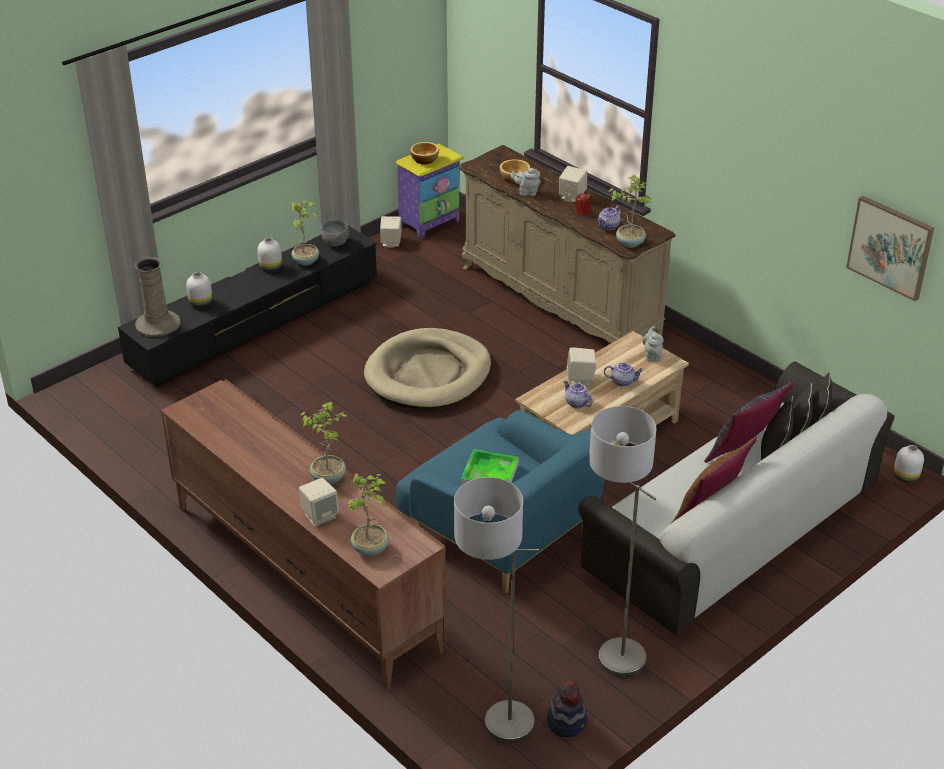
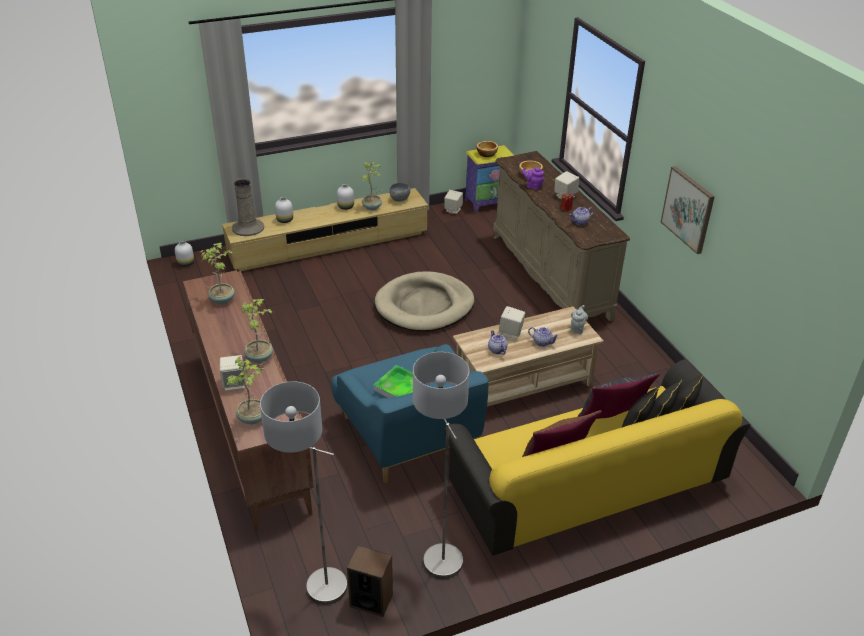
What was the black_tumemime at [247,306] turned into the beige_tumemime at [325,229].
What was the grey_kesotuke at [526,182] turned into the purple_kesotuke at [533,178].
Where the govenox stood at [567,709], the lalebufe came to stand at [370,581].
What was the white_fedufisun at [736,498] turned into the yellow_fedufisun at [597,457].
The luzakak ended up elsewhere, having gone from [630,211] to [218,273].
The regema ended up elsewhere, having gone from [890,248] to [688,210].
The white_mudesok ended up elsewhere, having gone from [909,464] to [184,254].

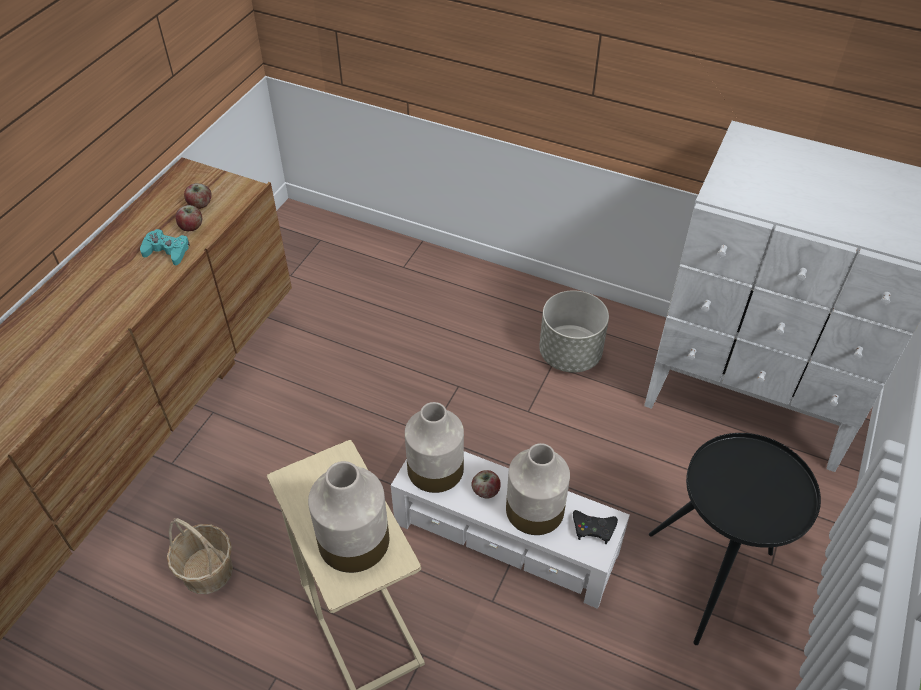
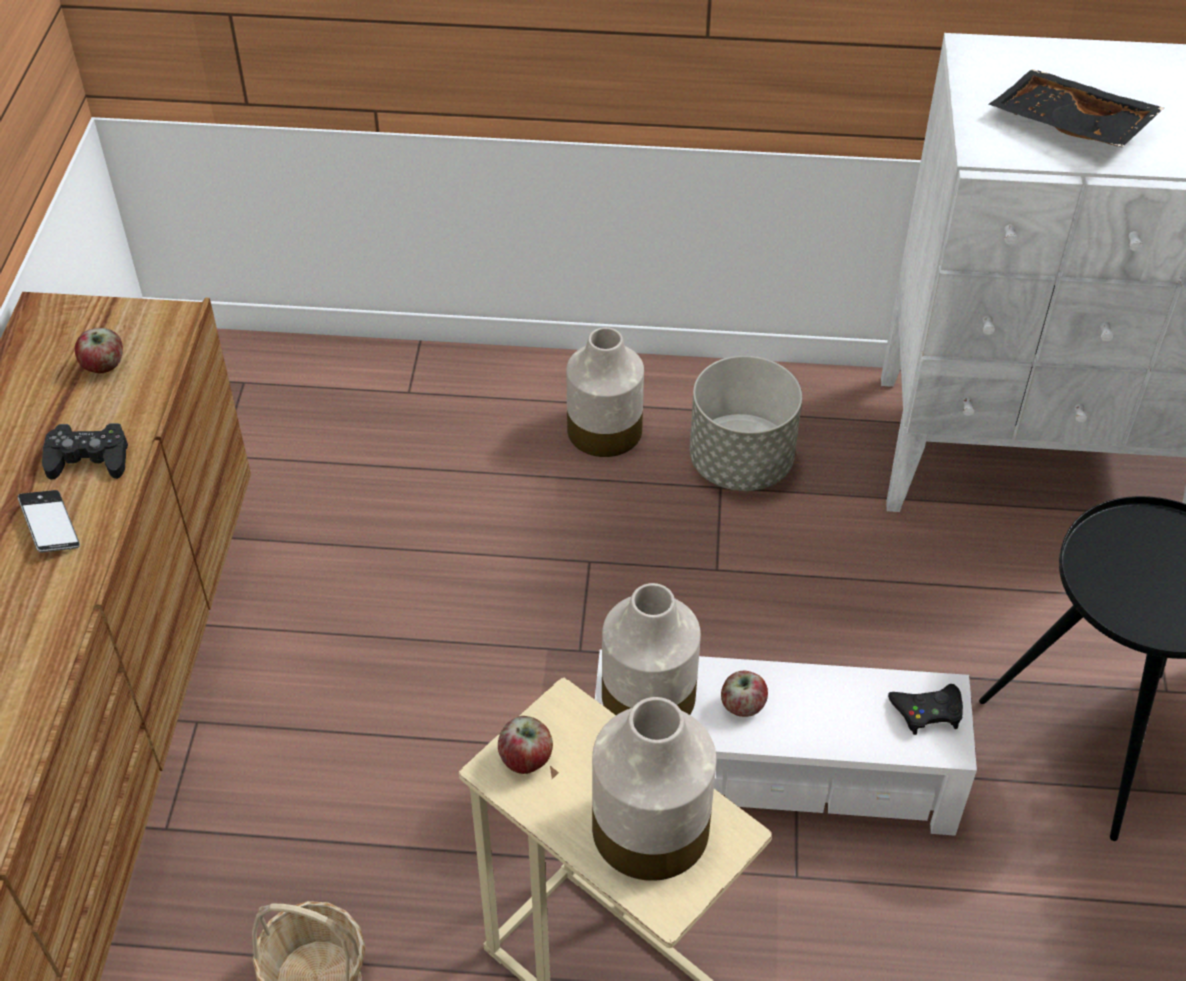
What was the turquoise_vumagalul at [165,247] turned into the black_vumagalul at [85,451].
The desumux ended up elsewhere, having gone from [188,218] to [525,745].
The beige_mudesok ended up elsewhere, having gone from [538,489] to [605,392].
The second view gained the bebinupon at [49,521].
The second view gained the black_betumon at [1076,108].

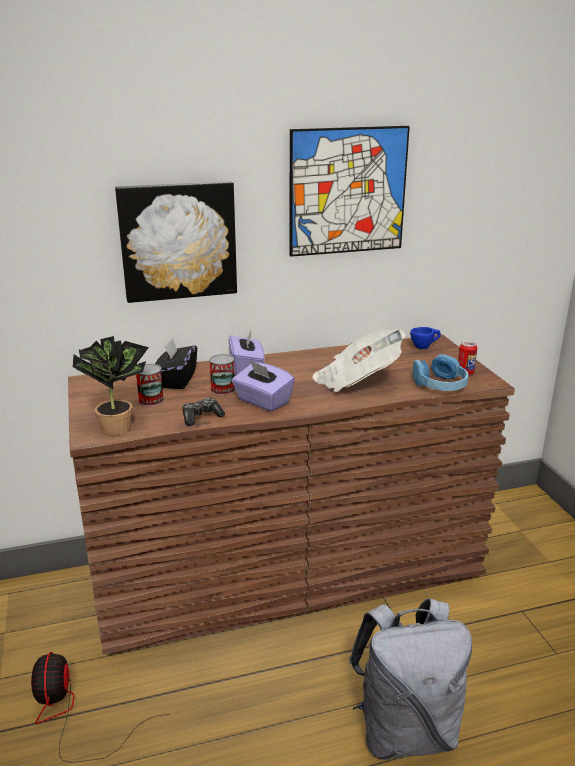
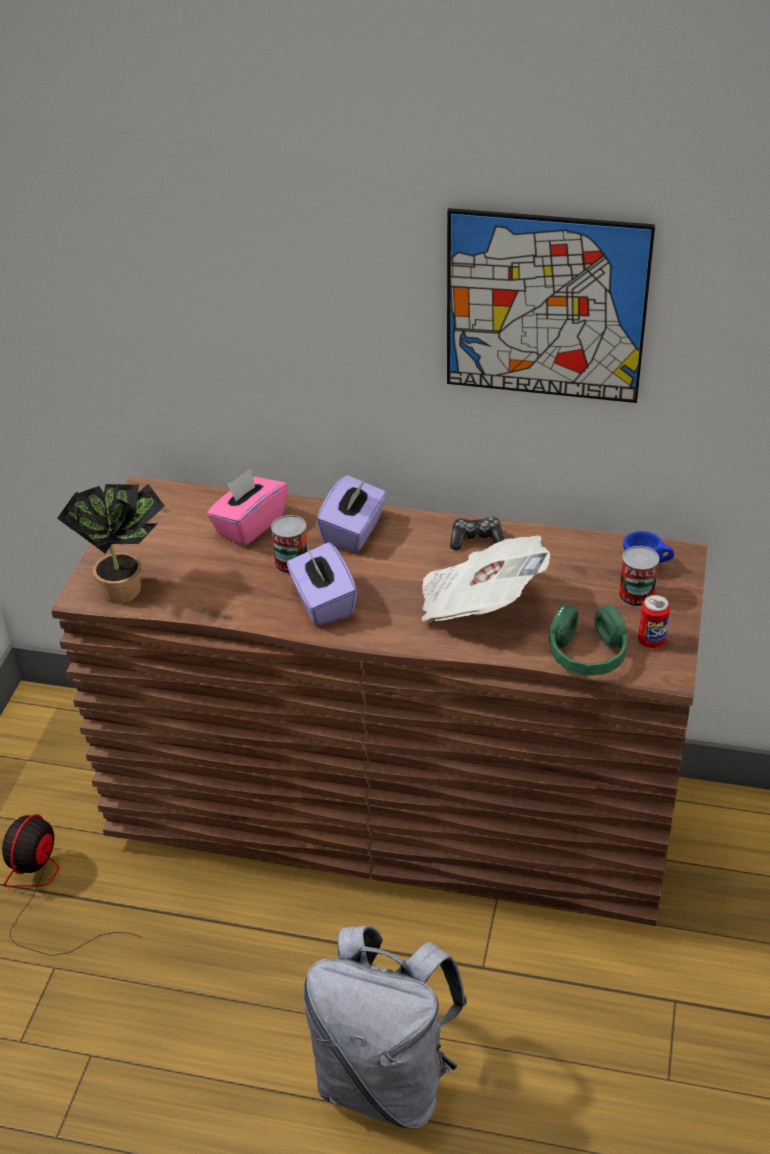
The second view lost the regema at [176,242].
The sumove ended up elsewhere, having gone from [150,385] to [639,576].
What was the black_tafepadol at [176,363] turned into the pink_tafepadol at [247,507].
The vumagalul ended up elsewhere, having gone from [203,412] to [477,533].
What was the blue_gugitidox at [440,372] turned into the green_gugitidox at [588,640].

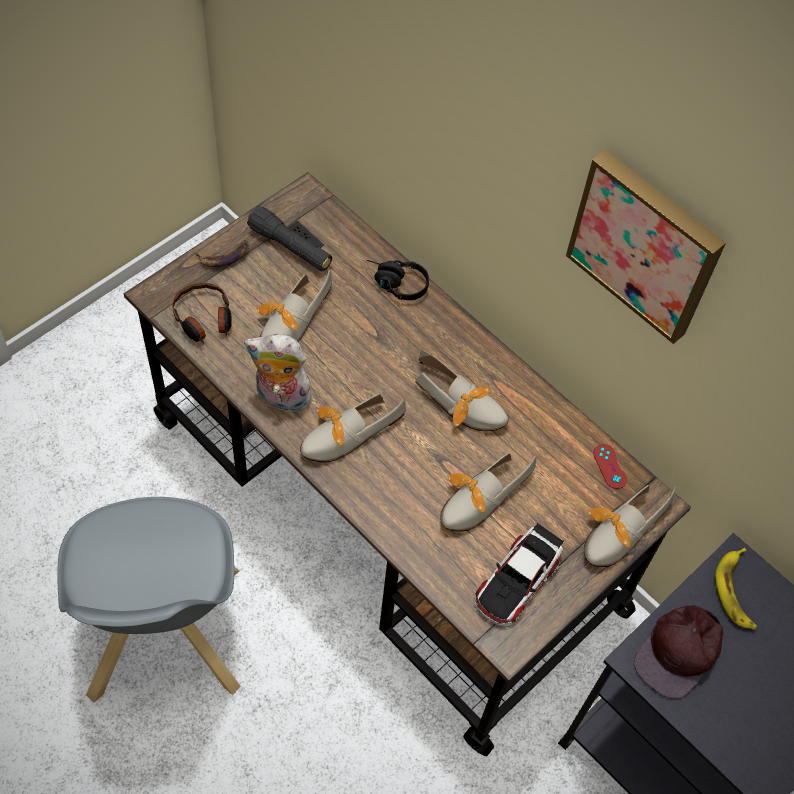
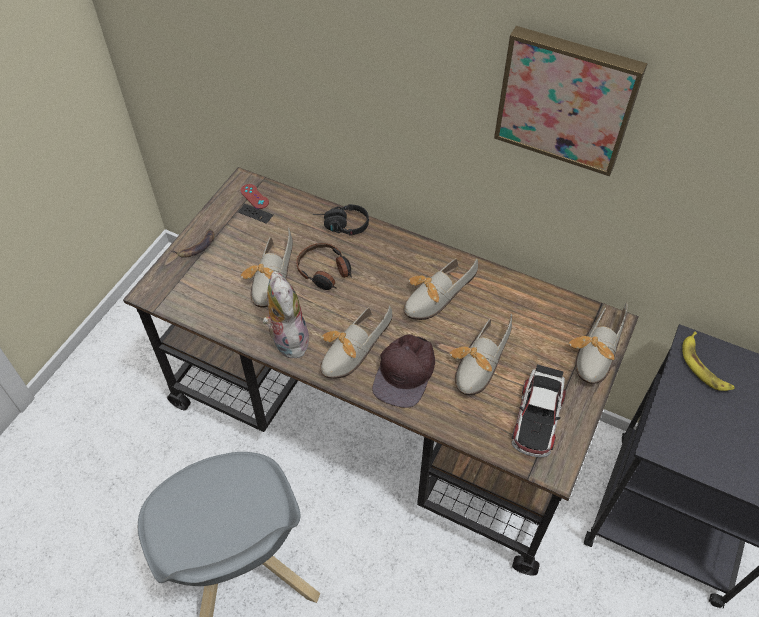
The gugitidox ended up elsewhere, having gone from [202,313] to [324,266].
The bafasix at [278,375] ended up facing another way, 75 degrees clockwise from before.
The second view lost the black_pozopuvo at [289,238].
The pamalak at [462,390] ended up facing another way, 120 degrees clockwise from before.
The red_vumagalul ended up elsewhere, having gone from [610,466] to [255,196].
The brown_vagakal ended up elsewhere, having gone from [678,652] to [403,371].

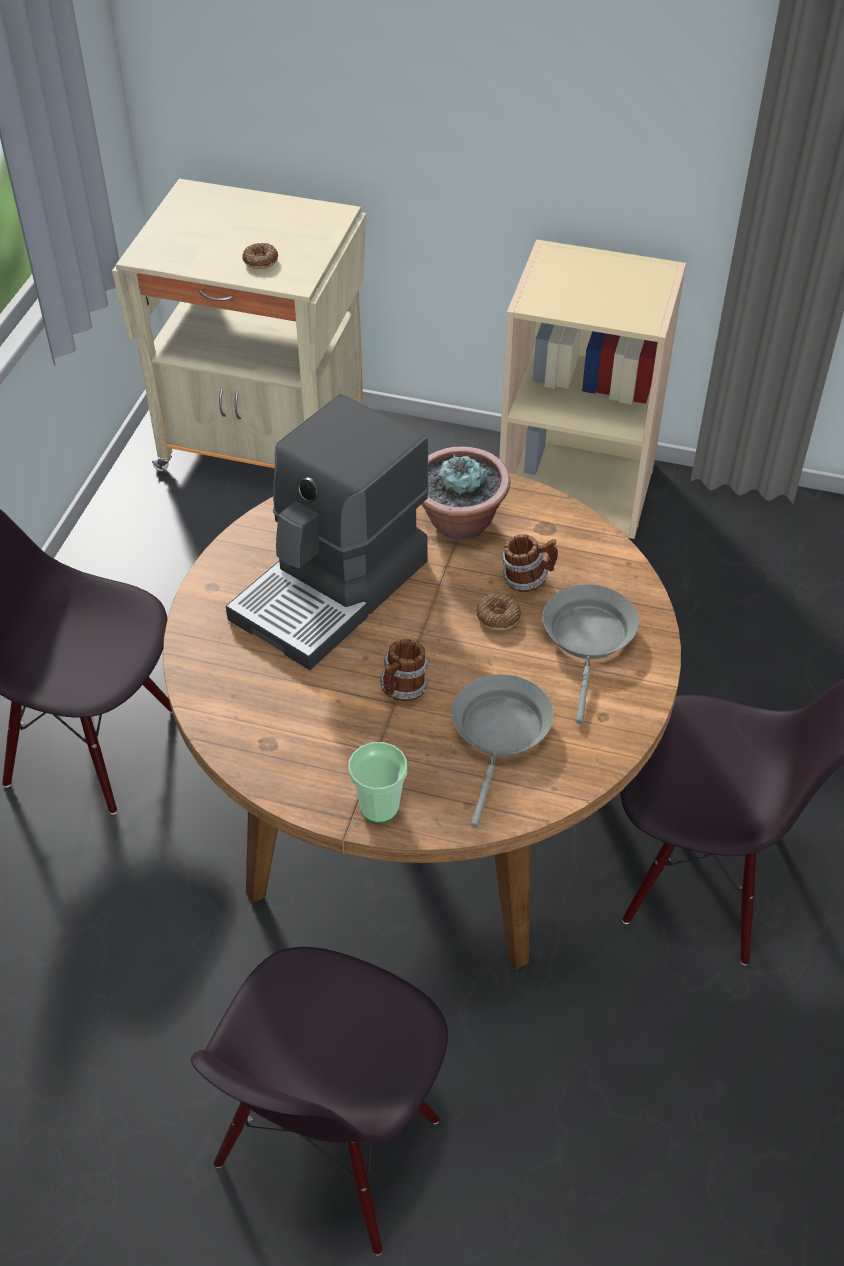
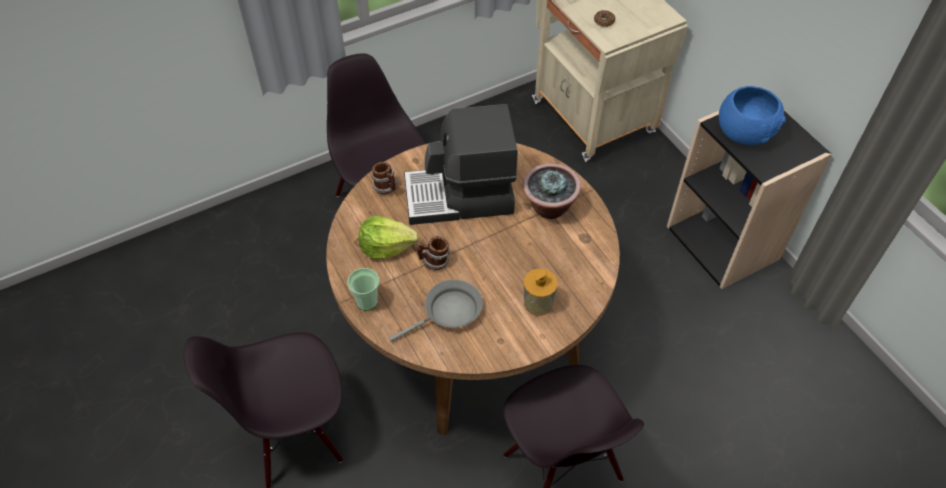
The second view lost the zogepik at [498,612].
What was the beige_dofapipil at [592,389] turned into the black_dofapipil at [749,200].
The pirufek ended up elsewhere, having gone from [530,563] to [384,178].
Where the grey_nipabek stood at [591,654], the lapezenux came to stand at [541,292].
The second view gained the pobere at [389,237].
The second view gained the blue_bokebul at [752,115].

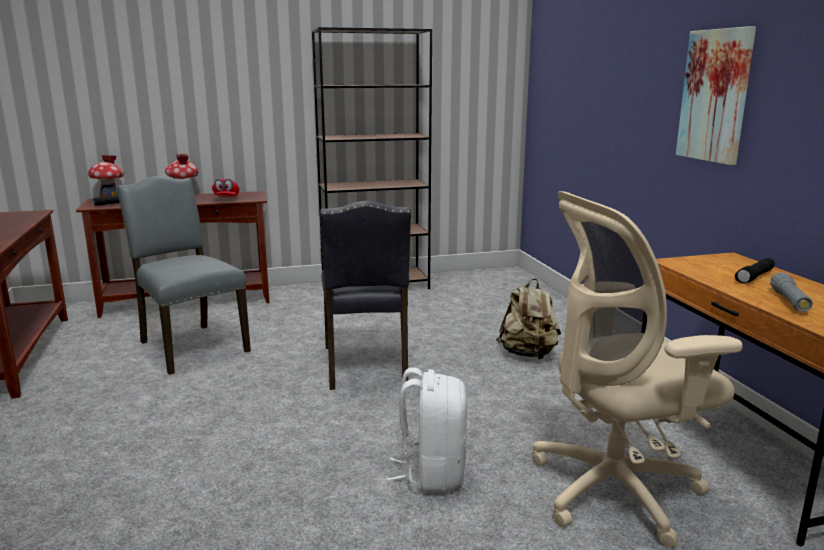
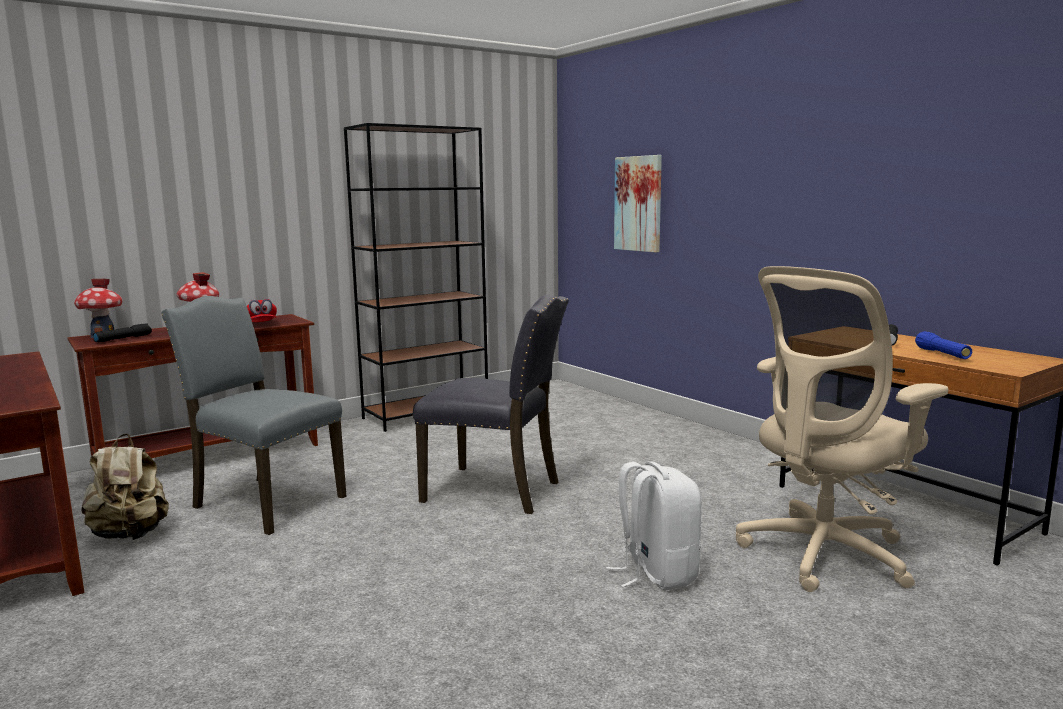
The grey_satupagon at [365,295] ended up facing another way, 45 degrees counterclockwise from before.
The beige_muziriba ended up elsewhere, having gone from [528,319] to [125,487].
The regema ended up elsewhere, having gone from [716,95] to [638,204].
What was the grey_pozopuvo at [791,292] turned into the blue_pozopuvo at [943,345].

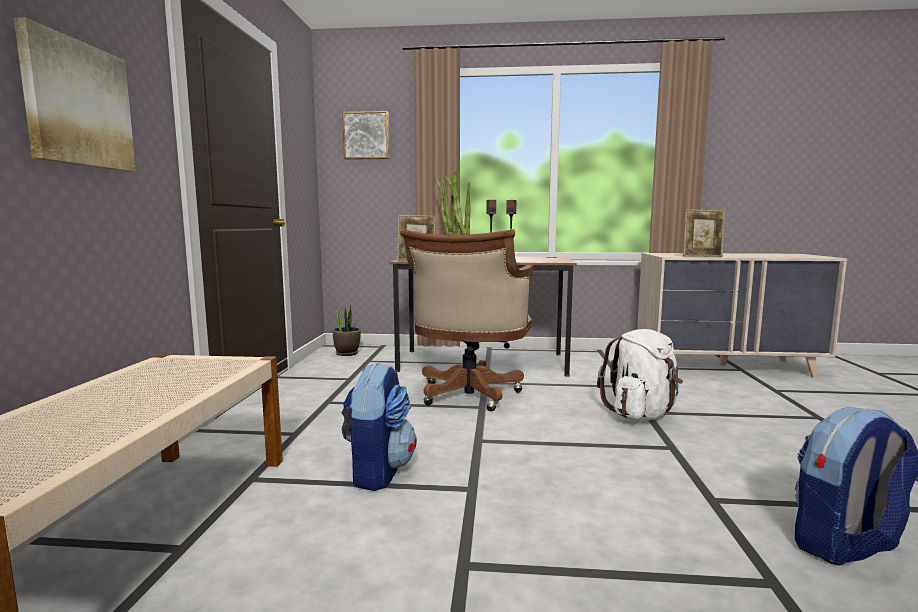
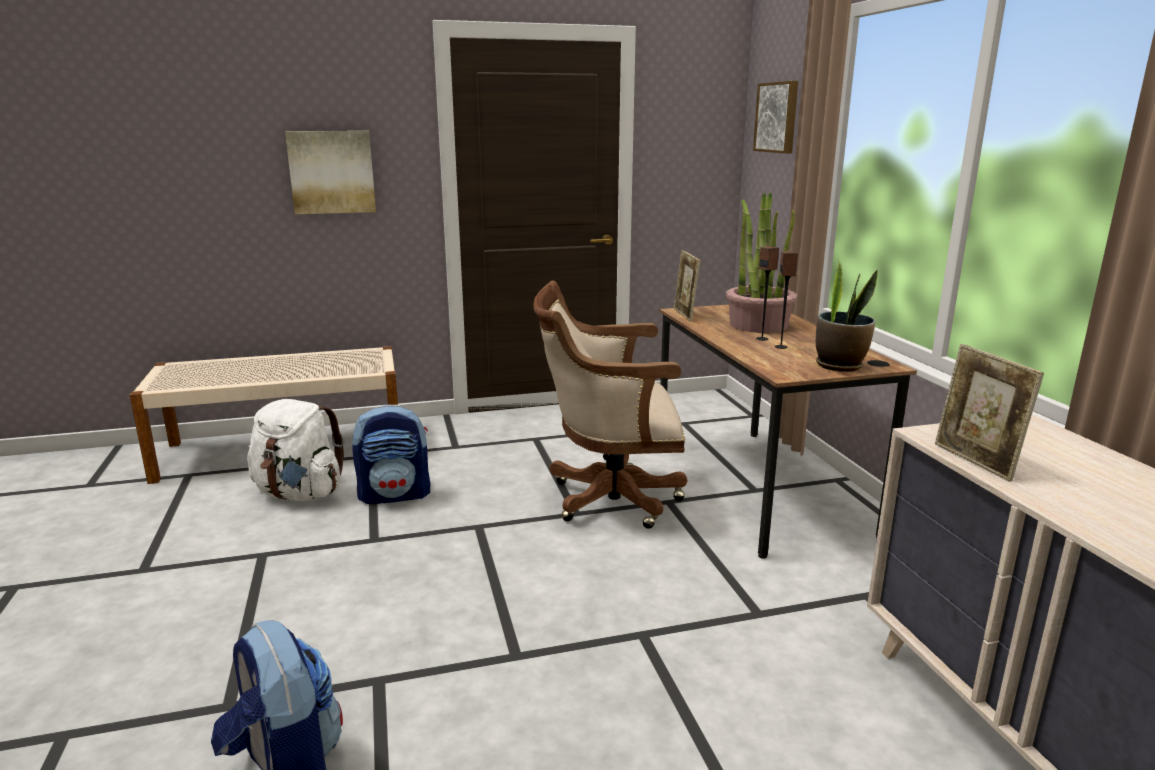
The luzakak ended up elsewhere, having gone from [347,329] to [847,316].
The white_muziriba ended up elsewhere, having gone from [640,374] to [295,450].

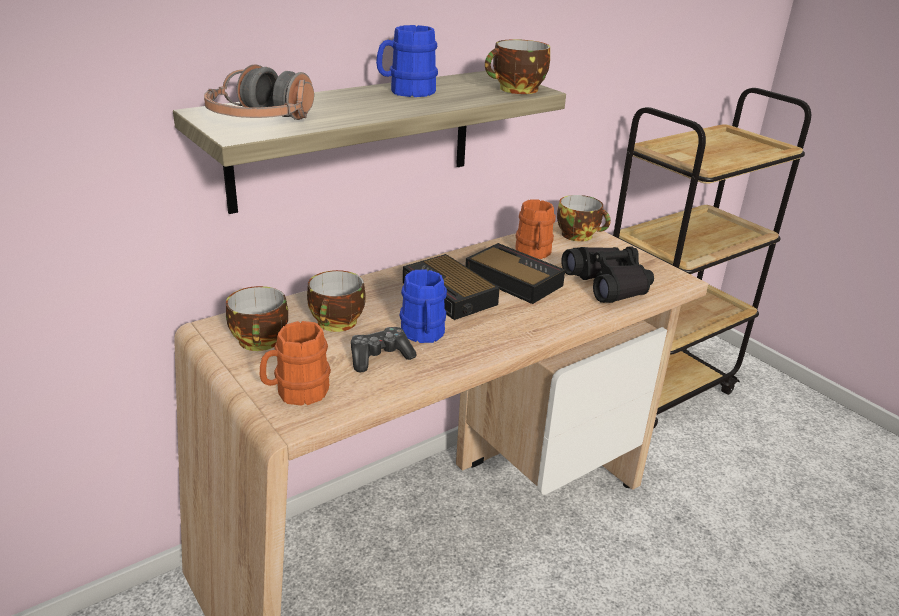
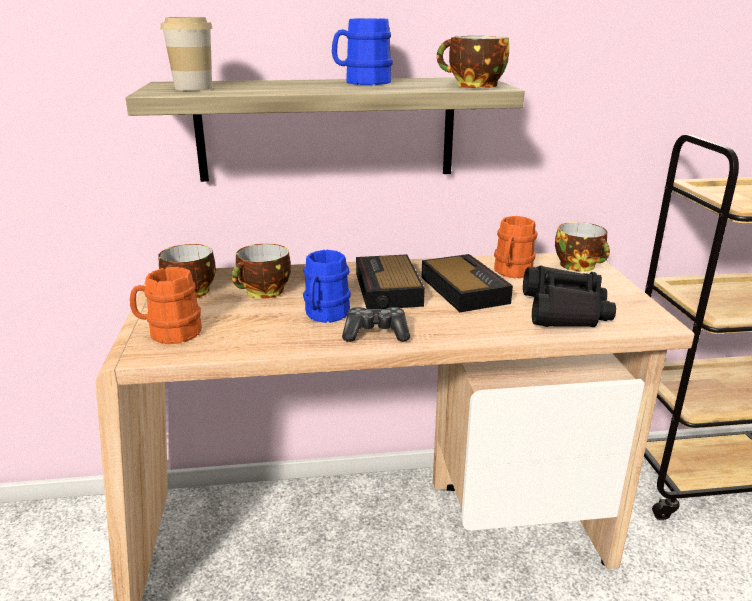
Where the gugitidox stood at [259,92], the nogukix came to stand at [187,54].
The vumagalul ended up elsewhere, having gone from [383,350] to [376,324].

